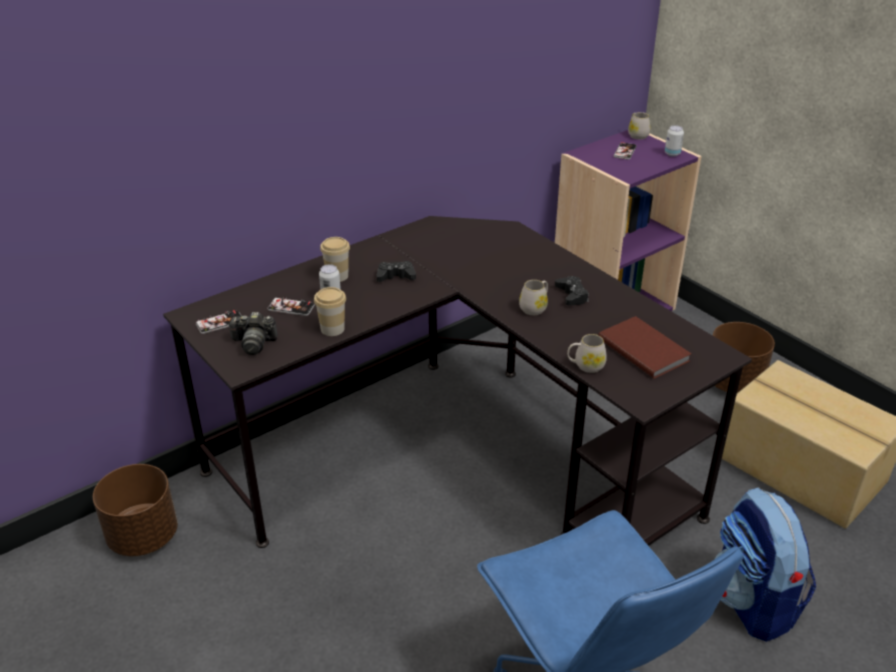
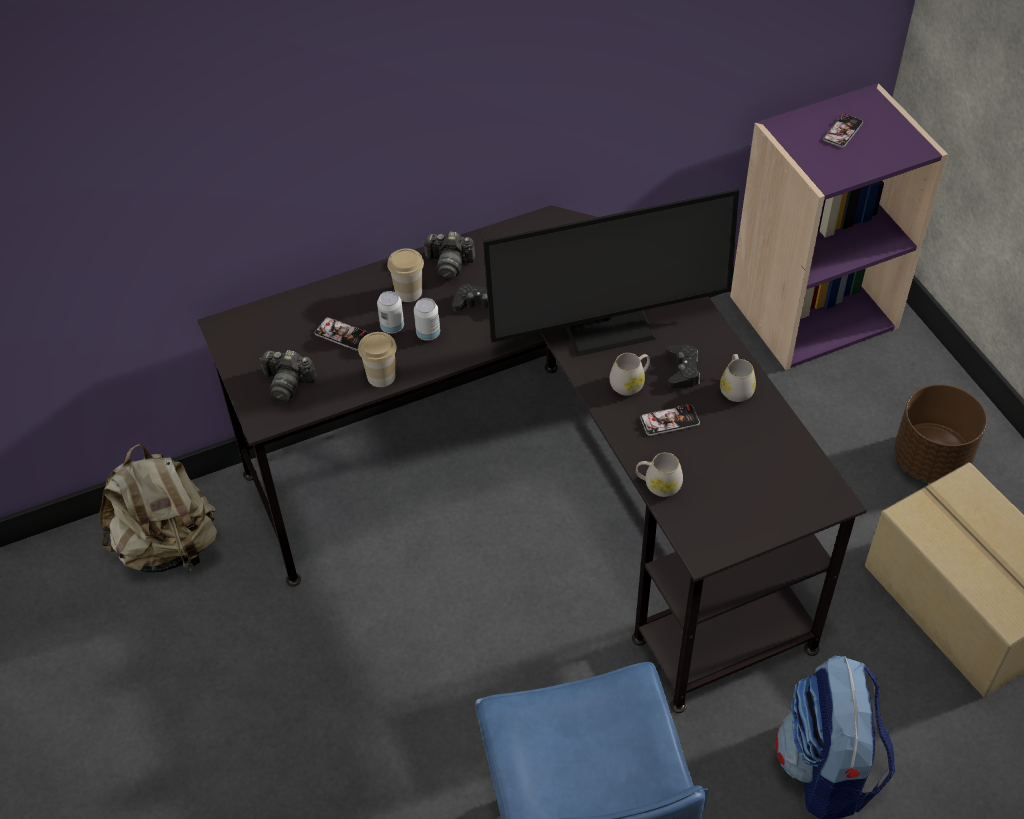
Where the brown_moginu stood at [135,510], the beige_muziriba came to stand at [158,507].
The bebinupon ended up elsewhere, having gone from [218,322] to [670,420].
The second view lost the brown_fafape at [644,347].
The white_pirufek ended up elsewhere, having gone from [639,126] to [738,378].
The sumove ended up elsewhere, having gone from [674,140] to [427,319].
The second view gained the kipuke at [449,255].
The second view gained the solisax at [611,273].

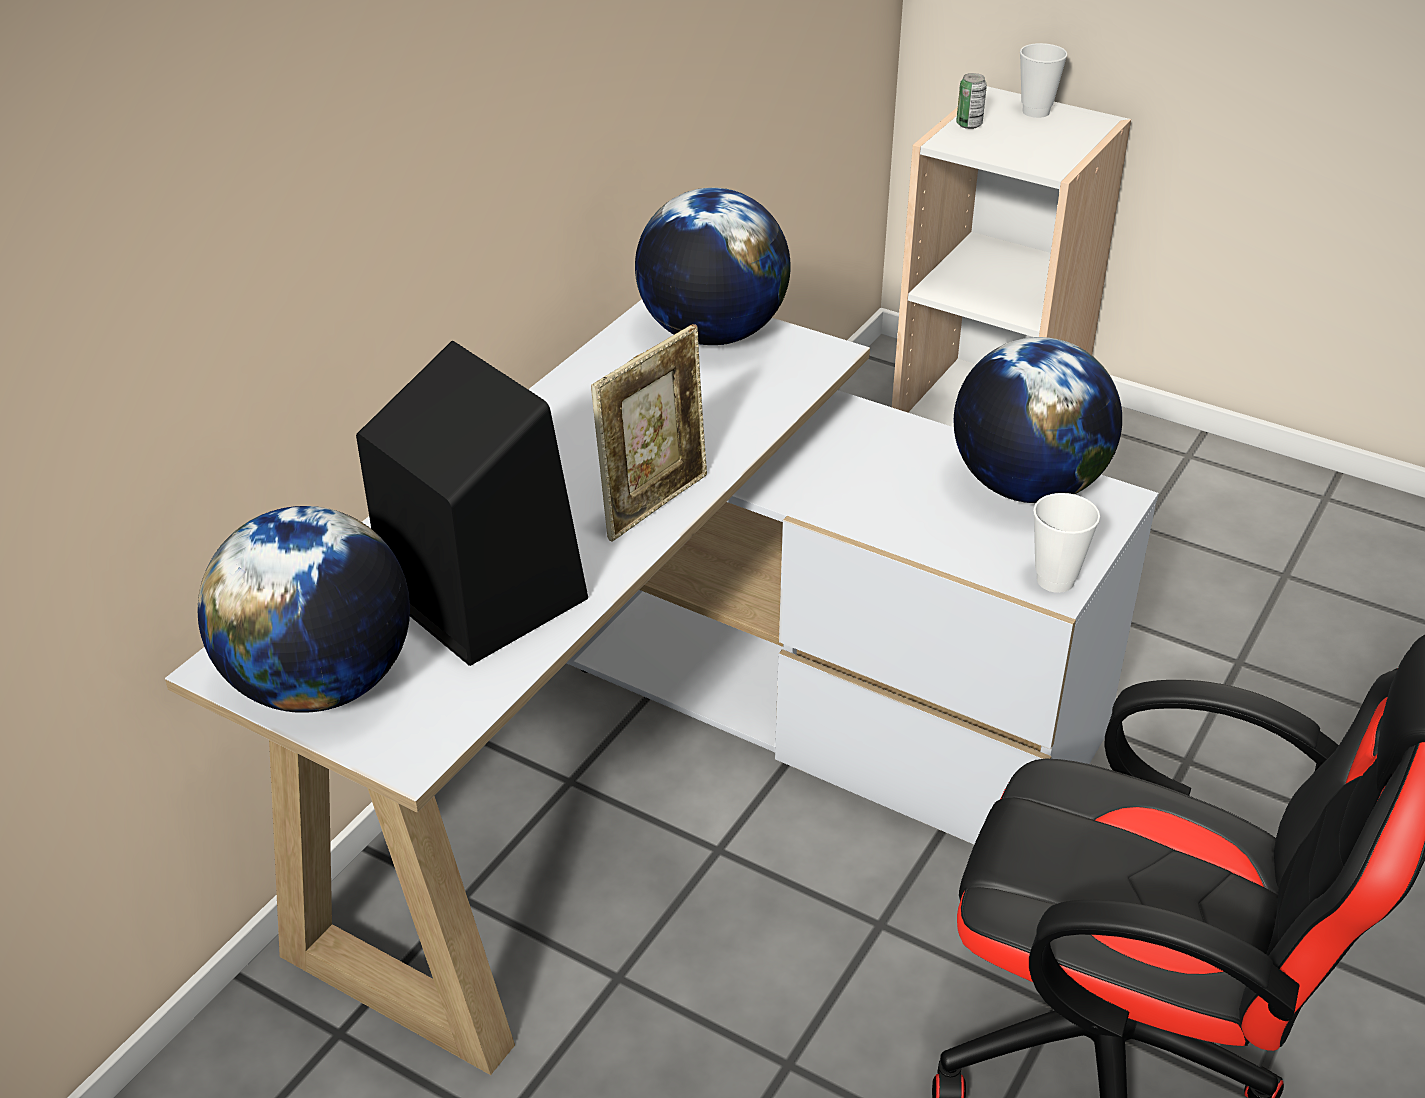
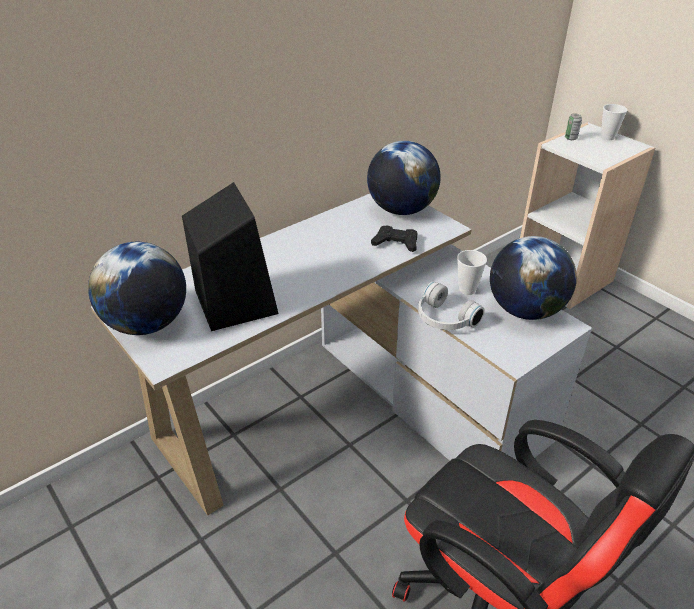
The second view lost the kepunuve at [649,433].
The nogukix ended up elsewhere, having gone from [1066,543] to [472,272].
The second view gained the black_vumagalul at [394,239].
The second view gained the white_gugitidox at [451,305].

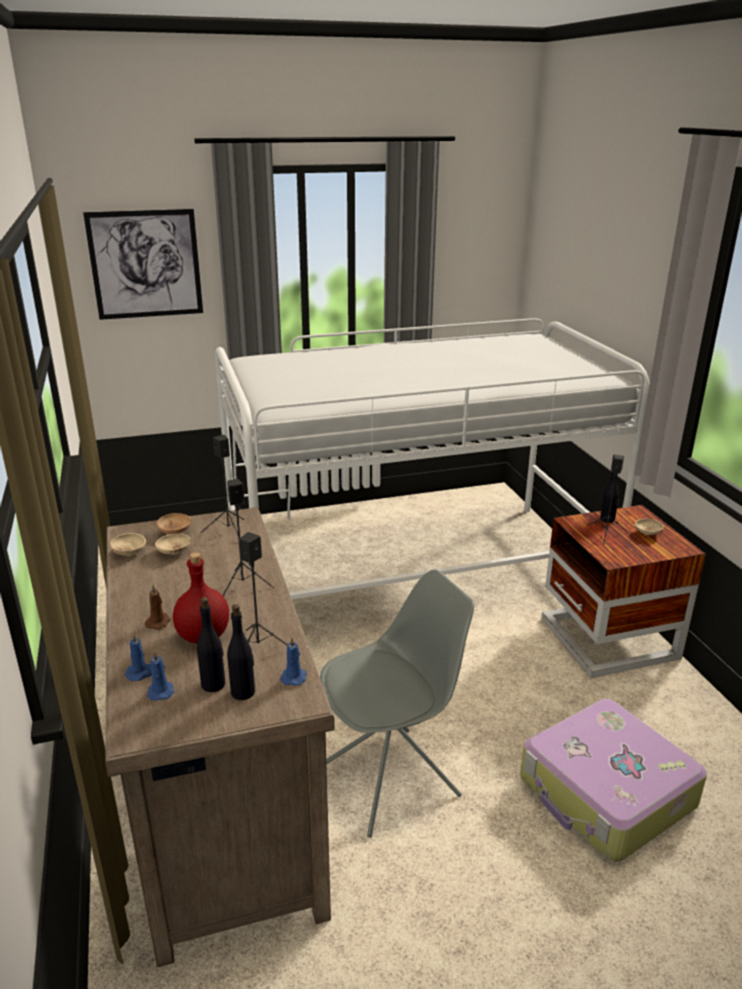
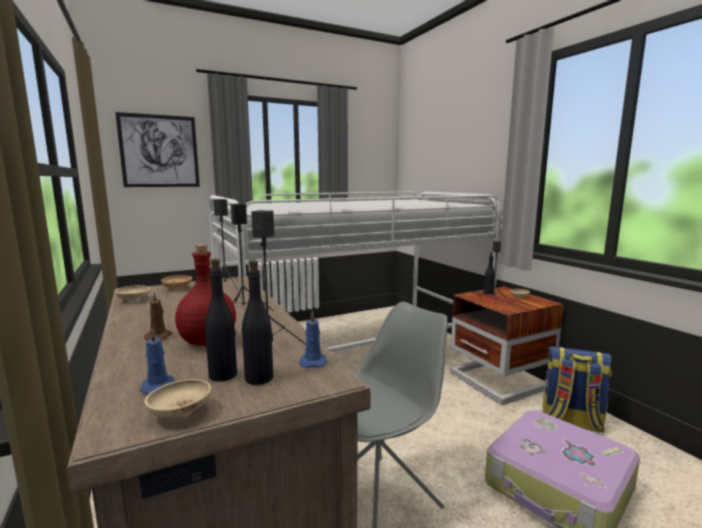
The second view lost the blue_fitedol at [138,656].
The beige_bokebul ended up elsewhere, having gone from [173,544] to [178,398].
The second view gained the muziriba at [577,389].

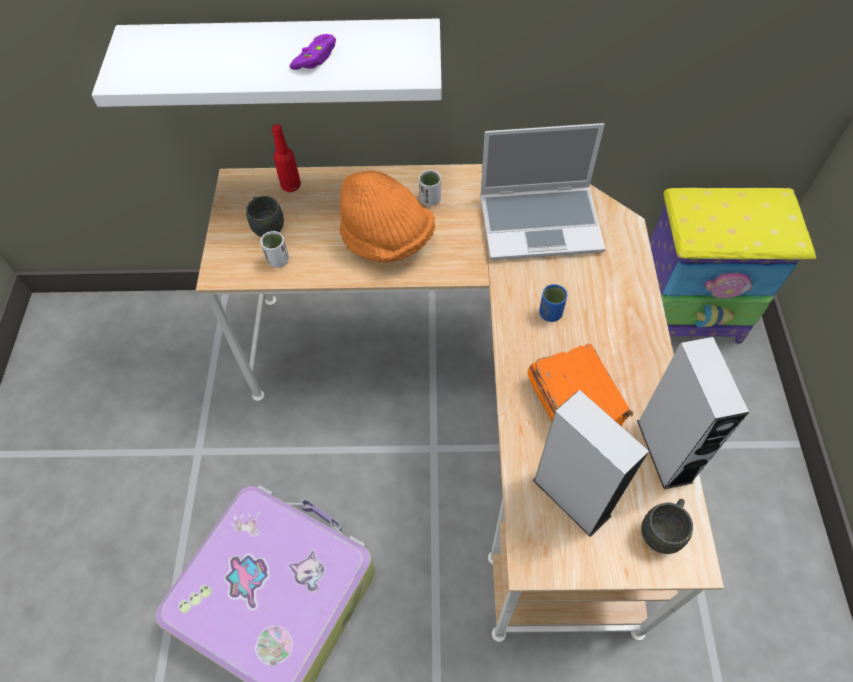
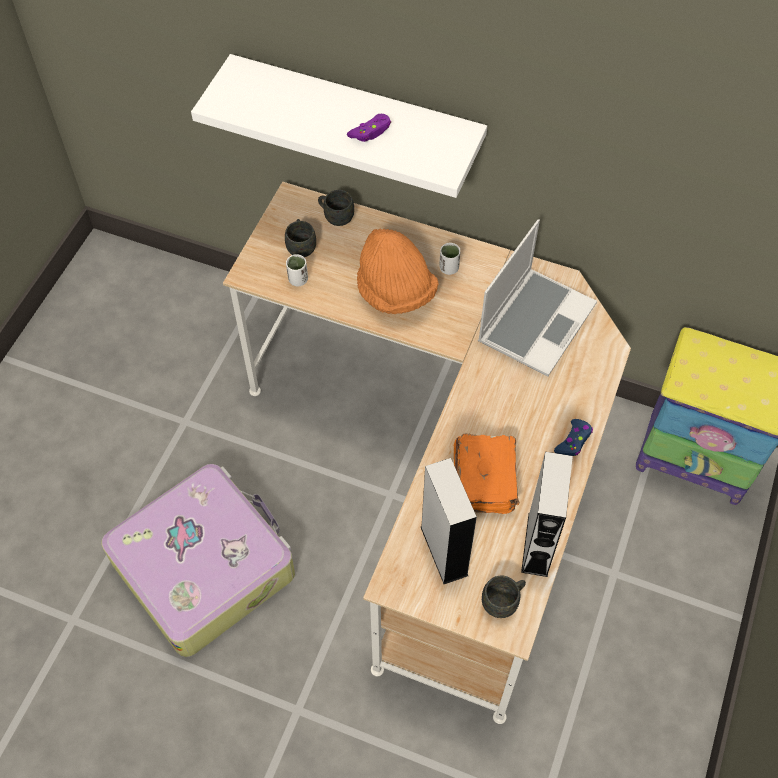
Where the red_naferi stood at [286,158], the grey_pirufek came to stand at [336,208].
The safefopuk at [542,191] ended up facing another way, 75 degrees counterclockwise from before.
The second view lost the blue_nogukix at [553,303].
The second view gained the blue_vumagalul at [573,437].

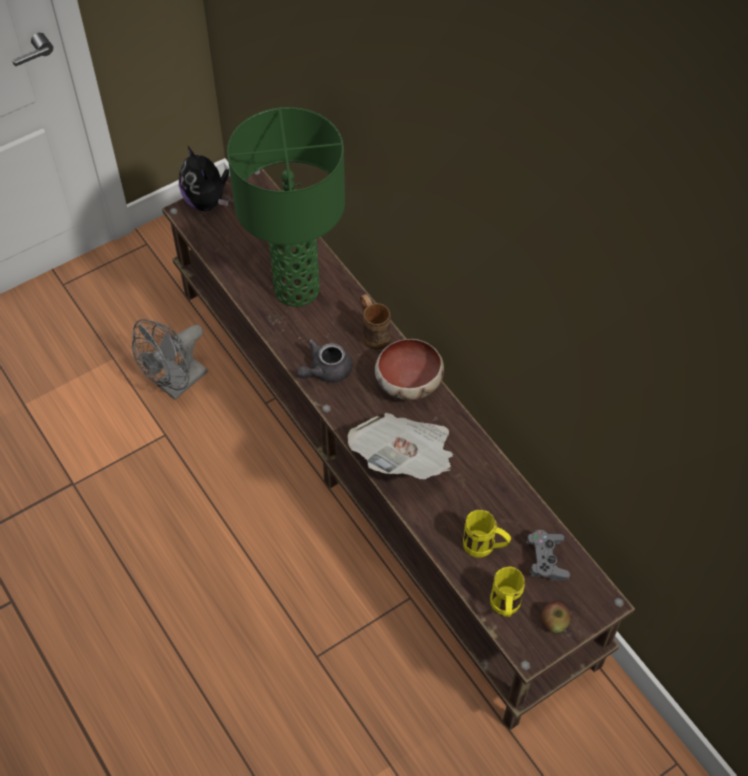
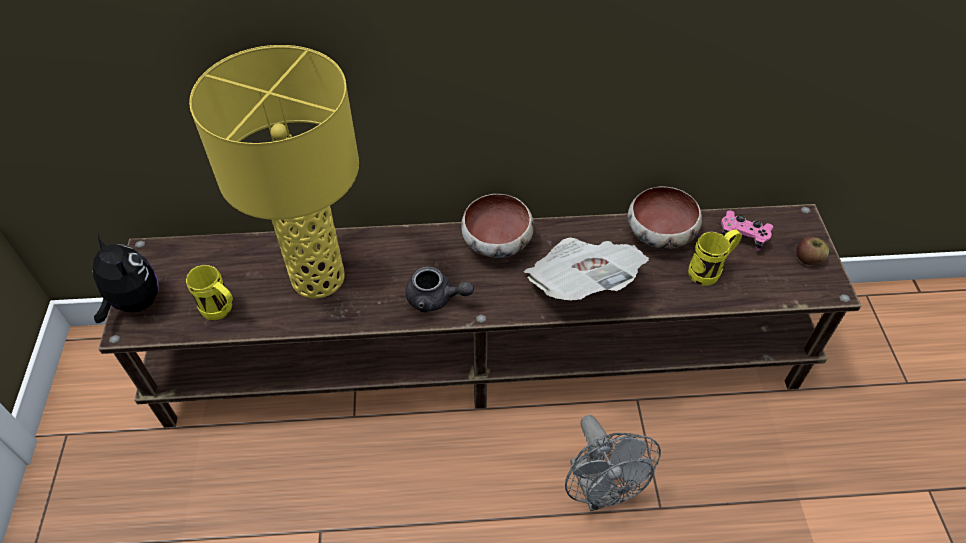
The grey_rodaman ended up elsewhere, having gone from [170,359] to [613,463].
The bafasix at [204,178] ended up facing another way, 135 degrees counterclockwise from before.
What was the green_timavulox at [286,207] turned into the yellow_timavulox at [274,171].
The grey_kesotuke at [324,360] ended up facing another way, 60 degrees counterclockwise from before.
The second view lost the brown_pirufek at [375,322].
The yellow_pirufek ended up elsewhere, having gone from [507,591] to [209,292].
What was the grey_vumagalul at [548,555] turned into the pink_vumagalul at [747,230].
The second view gained the bokebul at [665,217].

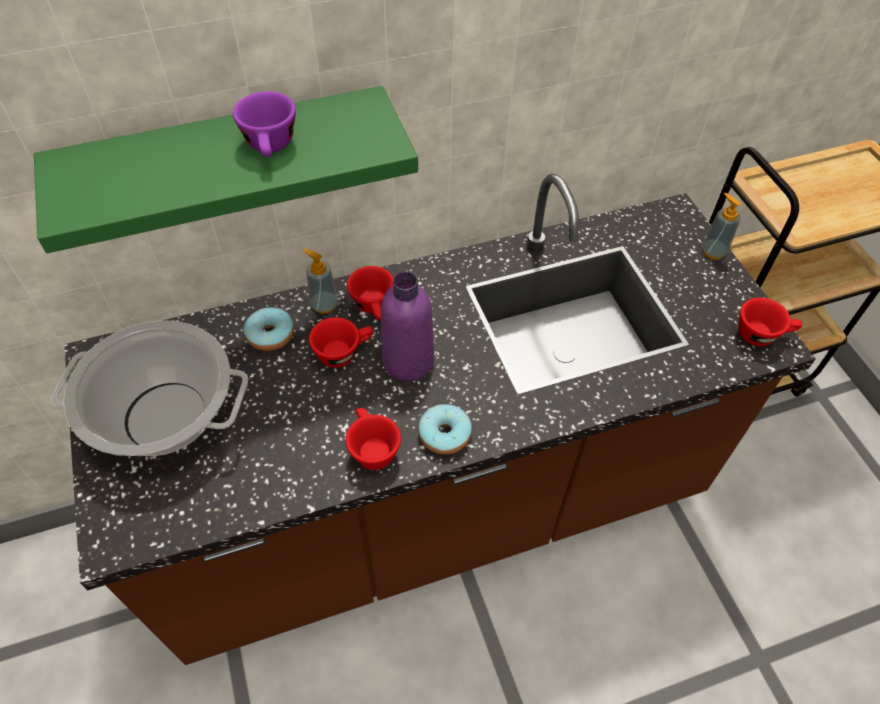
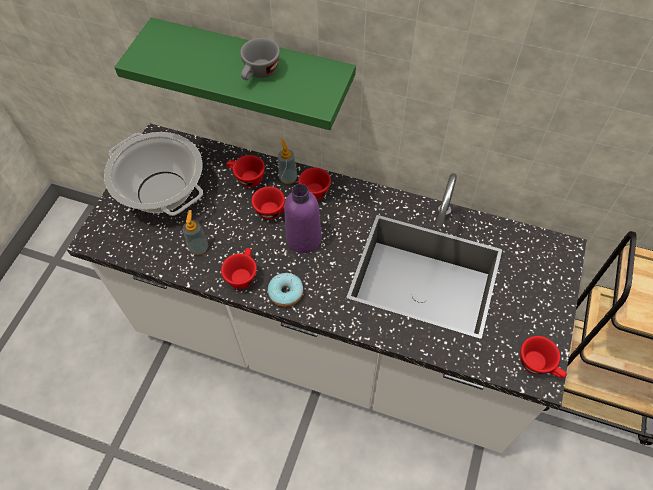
What was the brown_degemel at [440,419] turned into the white_degemel at [327,288].
What was the purple_nogukix at [264,124] turned into the grey_nogukix at [260,59].
Where the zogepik stood at [268,329], the red_nogukix came to stand at [245,171].
The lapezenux ended up elsewhere, having gone from [721,226] to [195,232].

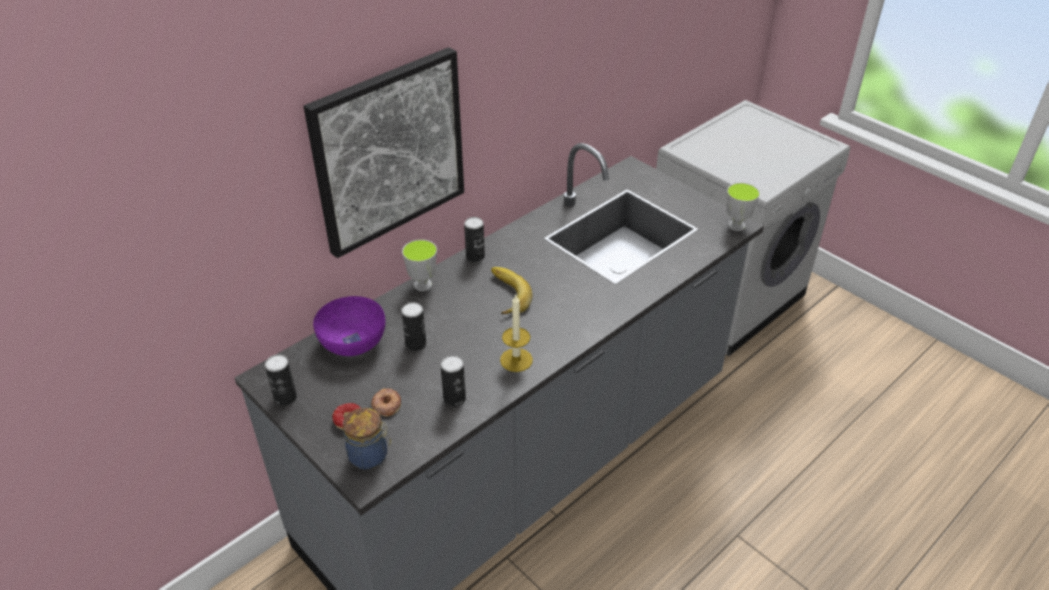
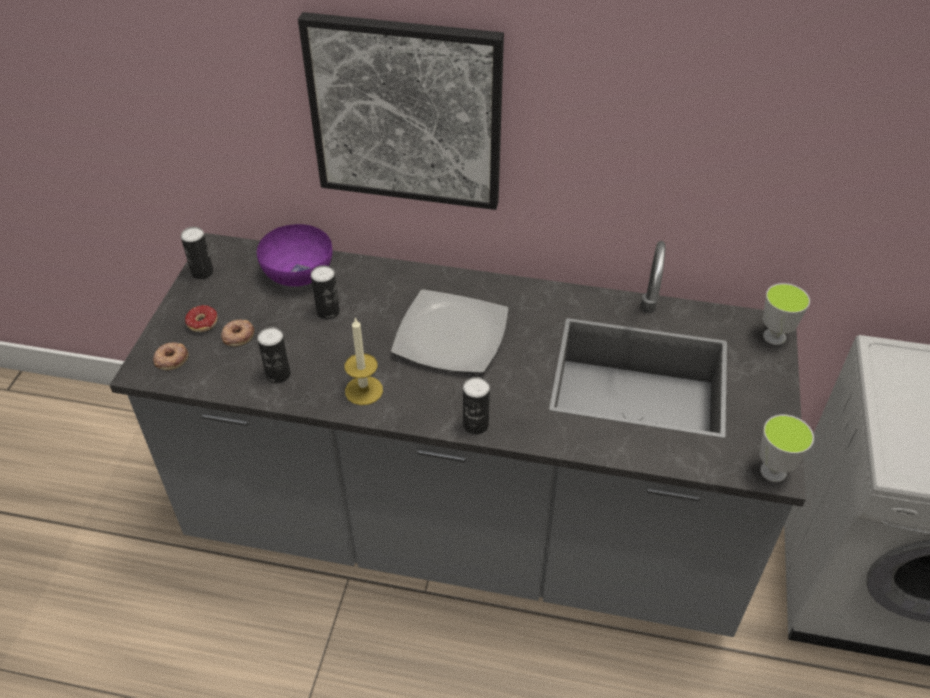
Where the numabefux stood at [367,439], the zogepik came to stand at [170,356].
The nogukix ended up elsewhere, having gone from [419,265] to [786,314].
The sumove ended up elsewhere, having gone from [474,239] to [476,406].
Where the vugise stood at [511,290], the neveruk came to stand at [450,331].

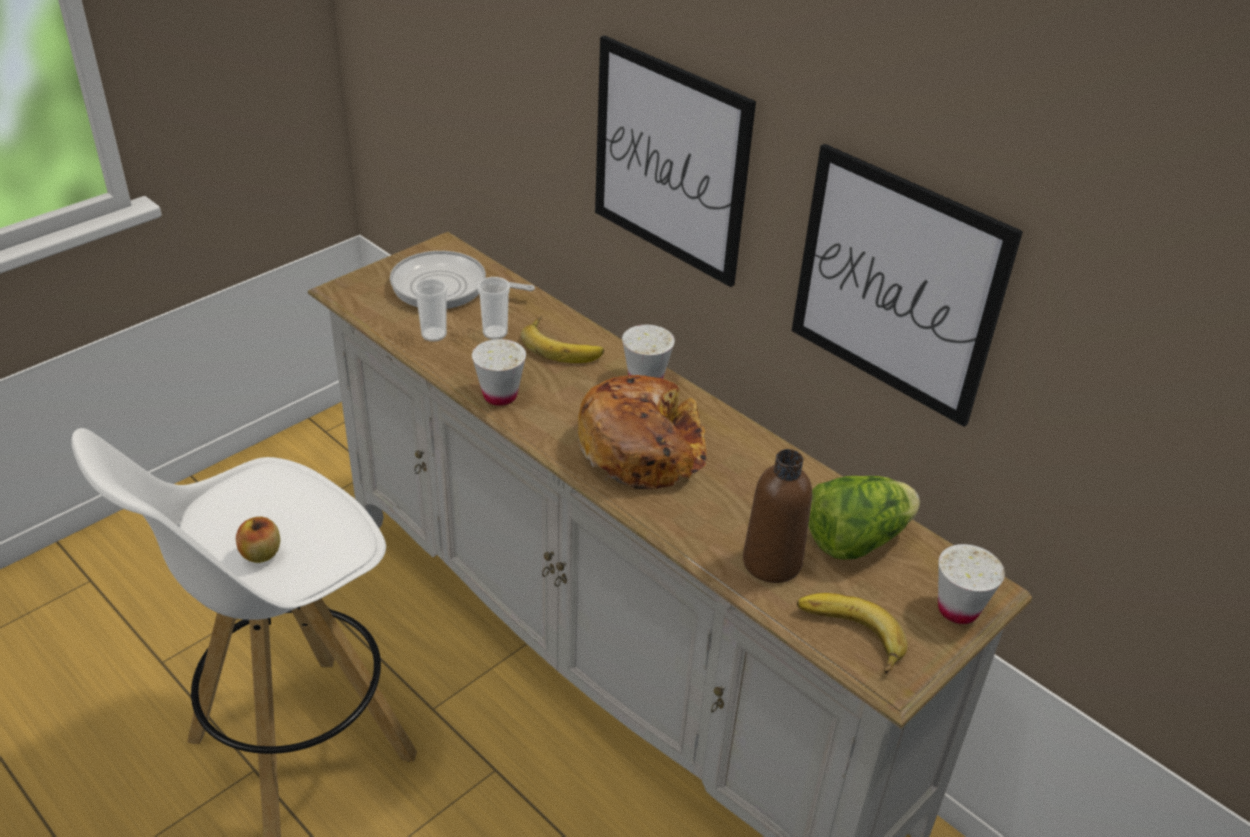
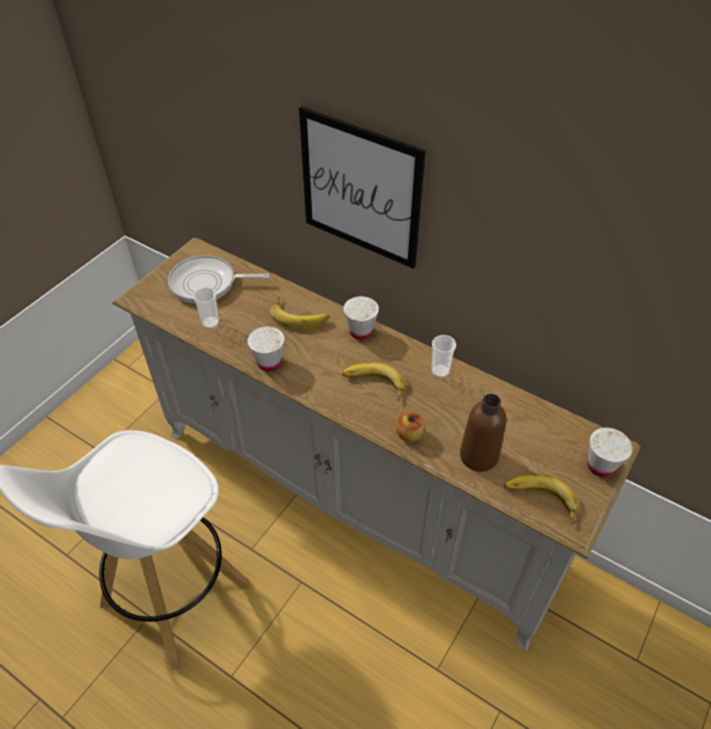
The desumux ended up elsewhere, having gone from [258,540] to [410,426].
The nogukix ended up elsewhere, having gone from [493,308] to [443,356].
Where the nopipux stood at [642,432], the vugise came to stand at [374,381].
The second view lost the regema at [907,285].
The second view lost the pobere at [864,518].

